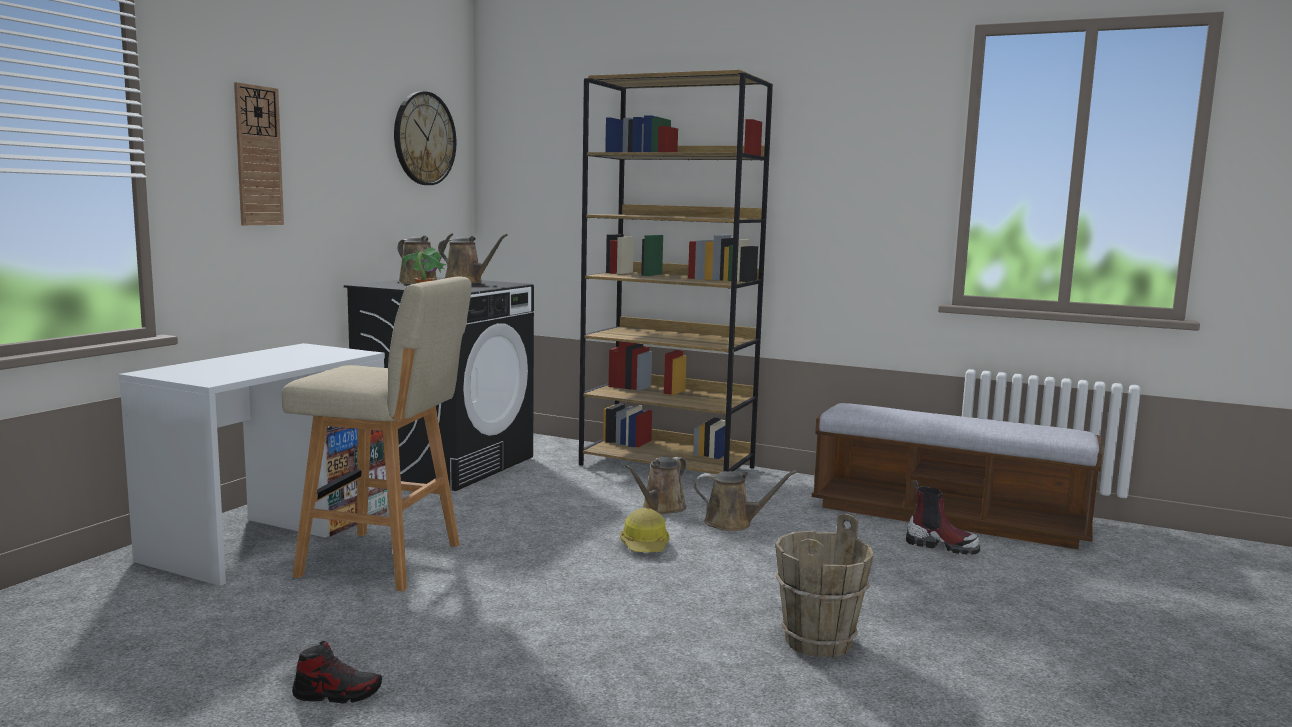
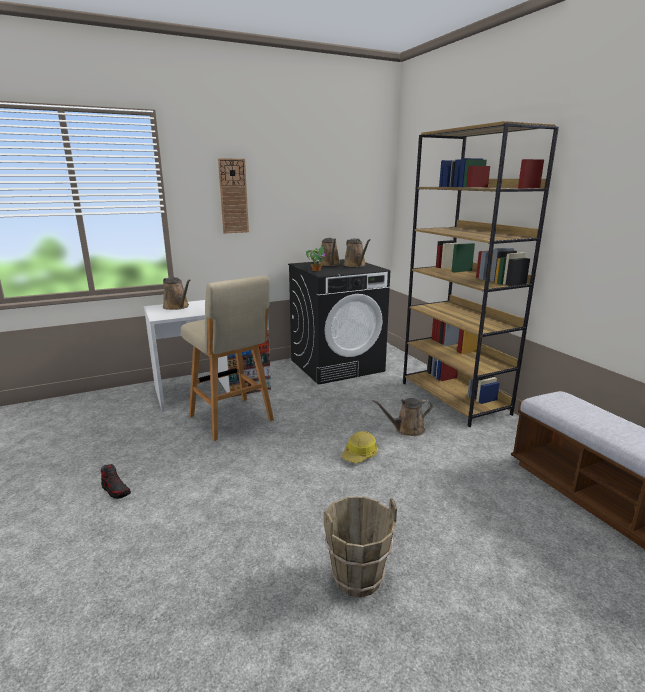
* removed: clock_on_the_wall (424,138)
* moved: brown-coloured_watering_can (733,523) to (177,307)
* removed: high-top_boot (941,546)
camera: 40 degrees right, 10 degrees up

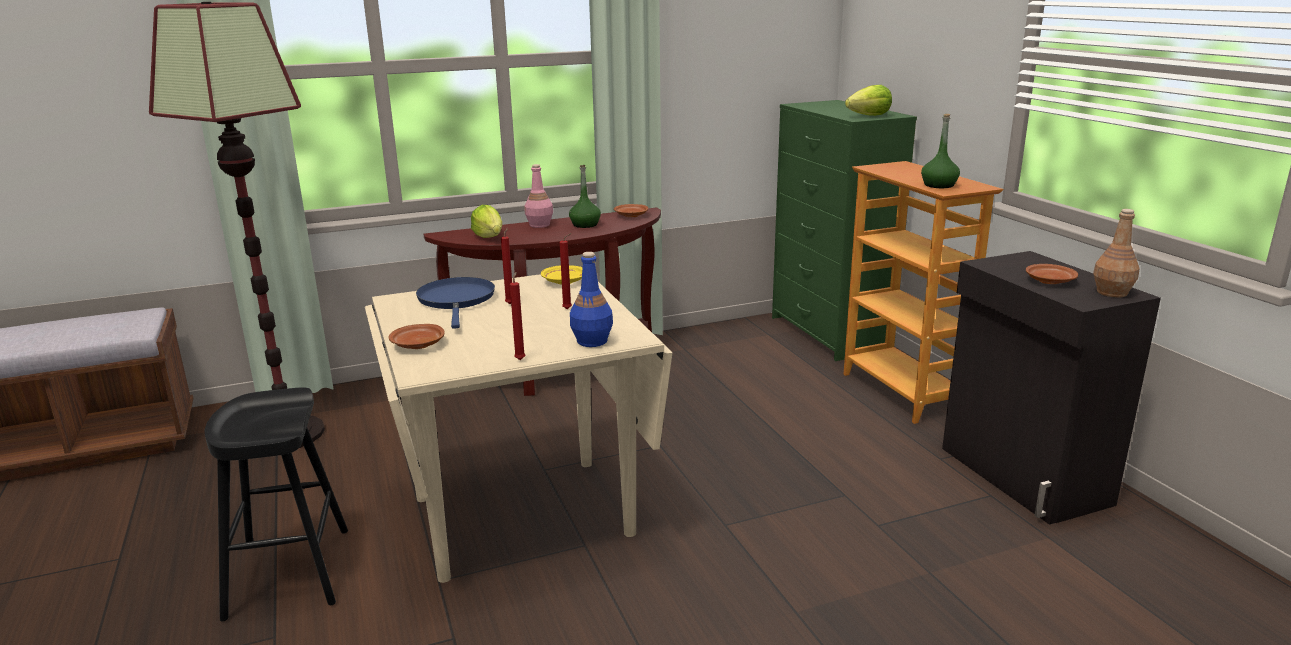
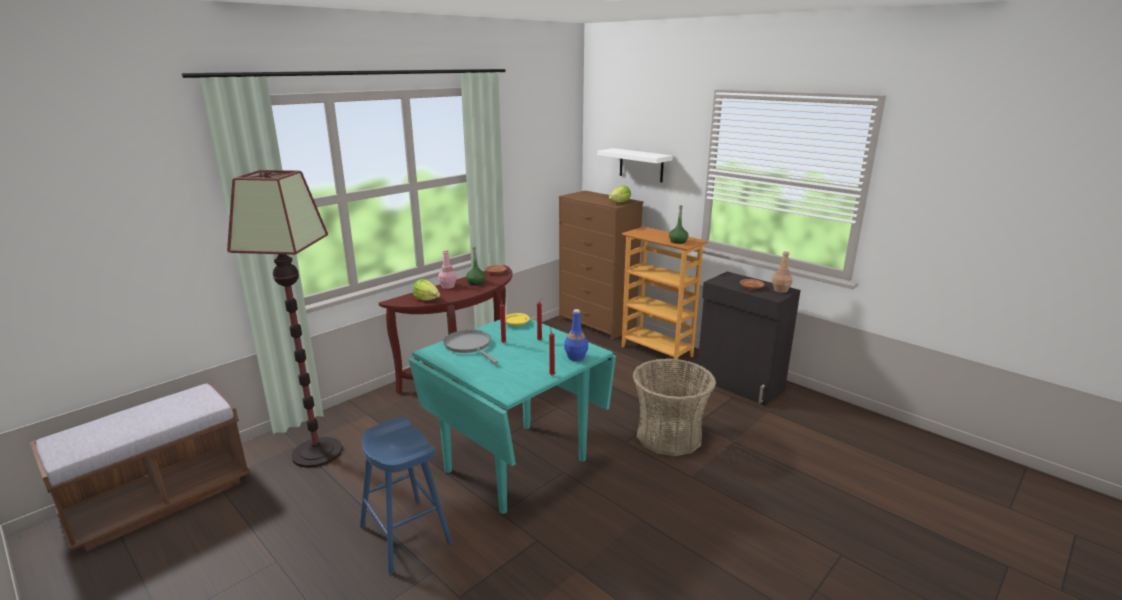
* recoloured: black_stool_seat (288,573) to blue_stool_seat (405,535)
* recoloured: beige-coloured_kitchen_table (522,514) to turquoise-coloured_kitchen_table (515,464)
* removed: brown-coloured_plate (417,345)
* recoloured: blue_skillet (456,300) to grey_skillet (469,346)
* recoloured: greenish_drawer_chest (830,333) to brown-coloured_drawer_chest (597,324)
* added: white-coloured_shelf (641,165)
* added: basket (669,436)
camera: 25 degrees left, 0 degrees up

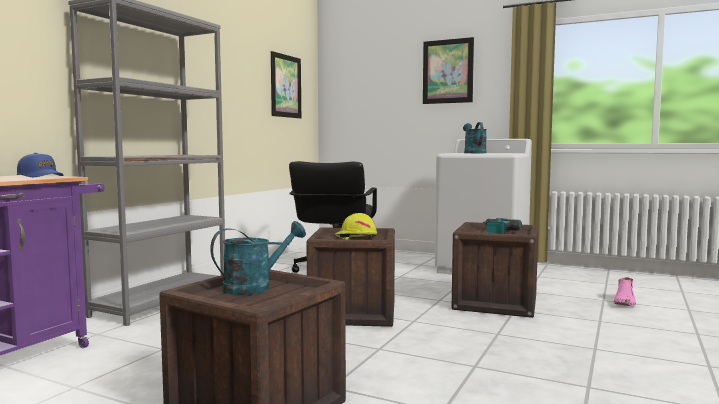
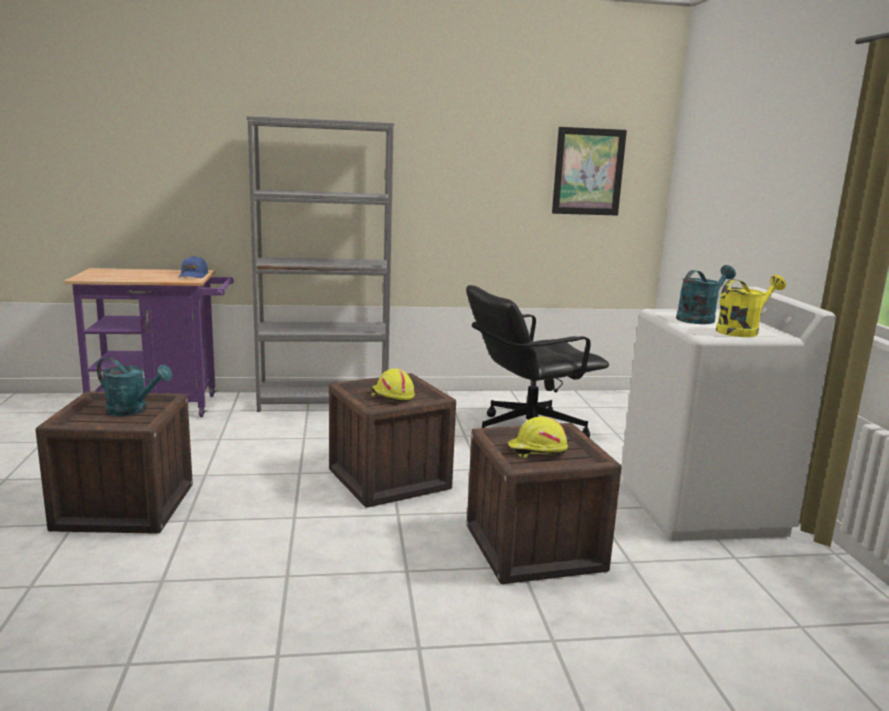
* removed: wall_picture (448,71)
* replaced: power_drill (497,232) to yellow-coloured_work_helmet (536,450)
* removed: pinkish_high-top_boot (625,302)
* added: yellow-coloured_watering_can (742,331)
camera: 55 degrees right, 10 degrees up

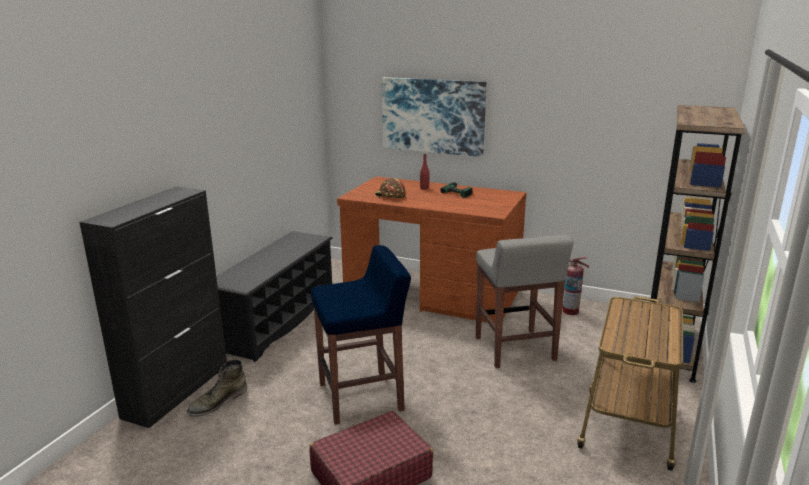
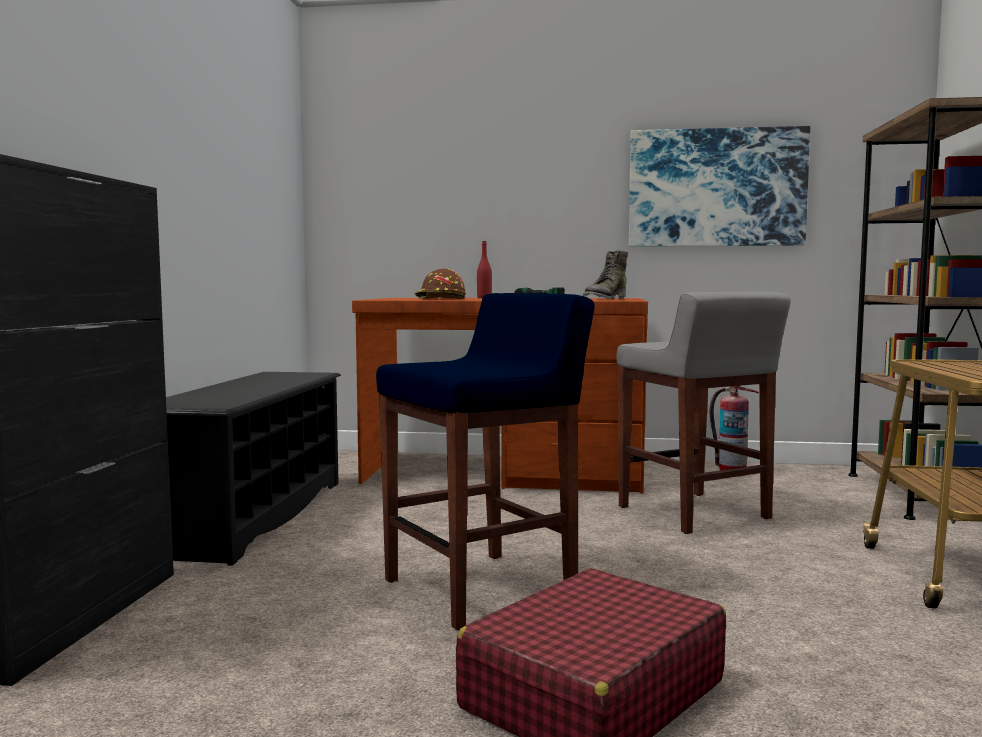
* moved: greenish_high-top_boot (217,402) to (604,299)
* moved: wall_picture (433,116) to (716,188)
camera: 15 degrees left, 15 degrees down

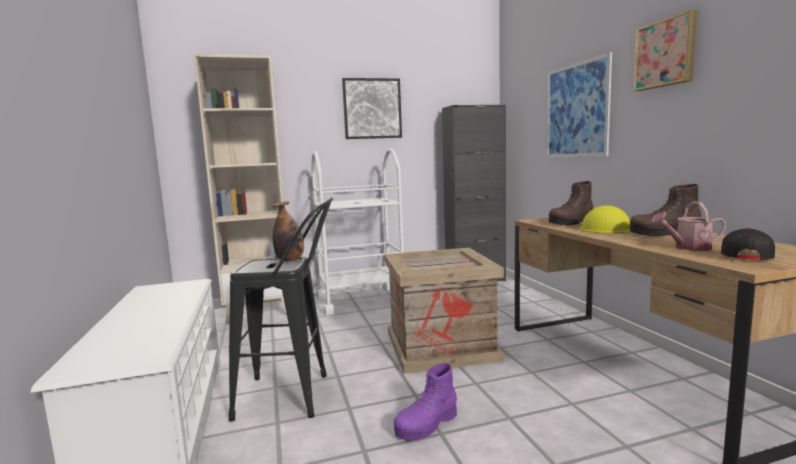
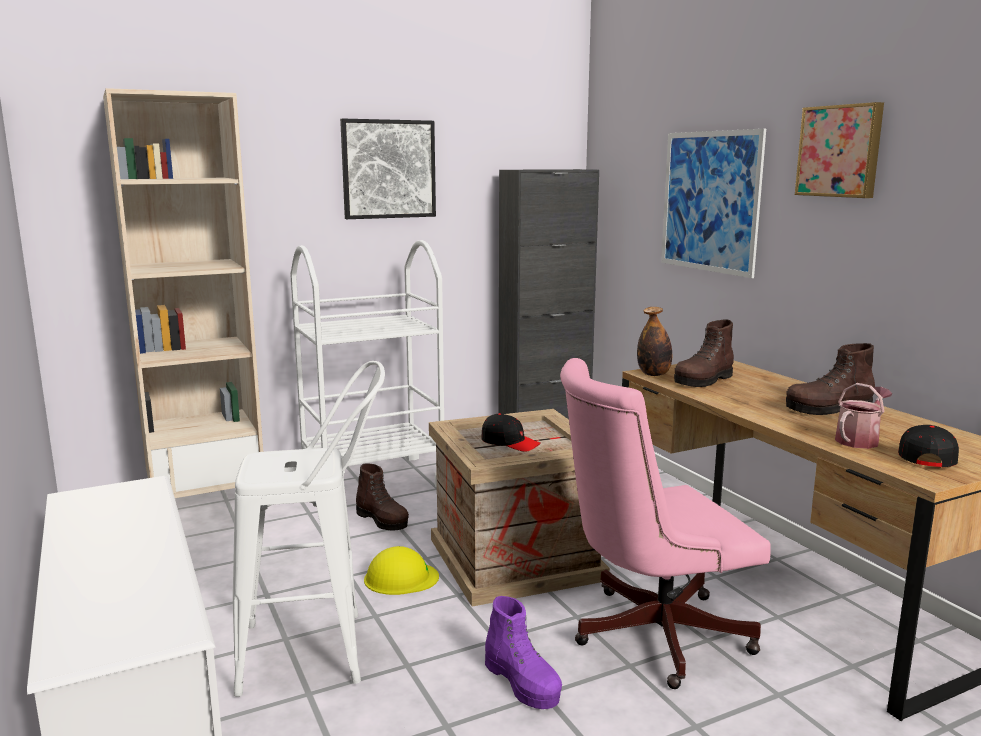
* recoloured: black_stool_seat (294,396) to white-coloured_stool_seat (319,651)
* moved: bottle (290,260) to (654,374)
* turned: purplish_high-top_boot (426,425) = (522,683) 75 degrees counterclockwise
* moved: yellow-coloured_work_helmet (608,229) to (400,578)
* turned: watering_can (688,247) = (859,440) 150 degrees clockwise
* added: brown-coloured_high-top_boot (382,520)
* added: black_peaked_cap (510,442)
* added: pinkish_computer_chair (649,634)
camera: 10 degrees left, 5 degrees up

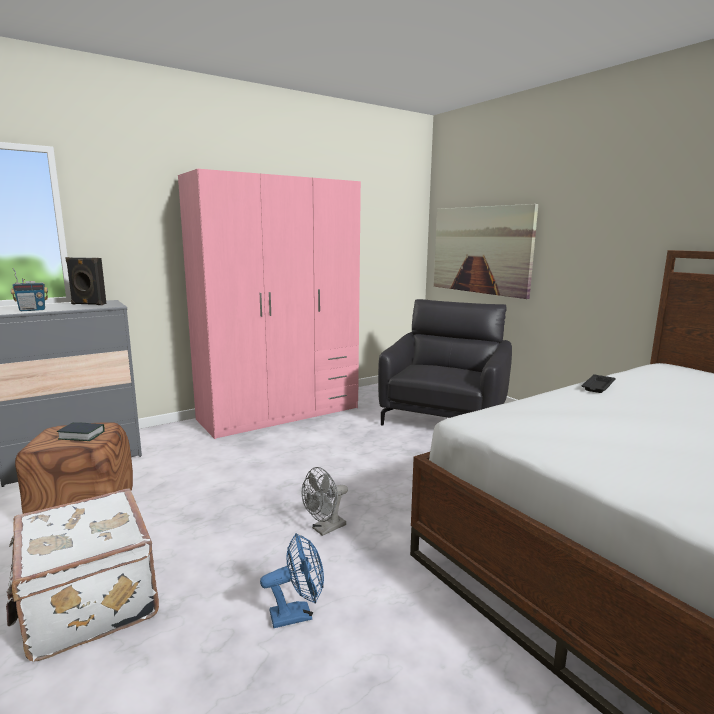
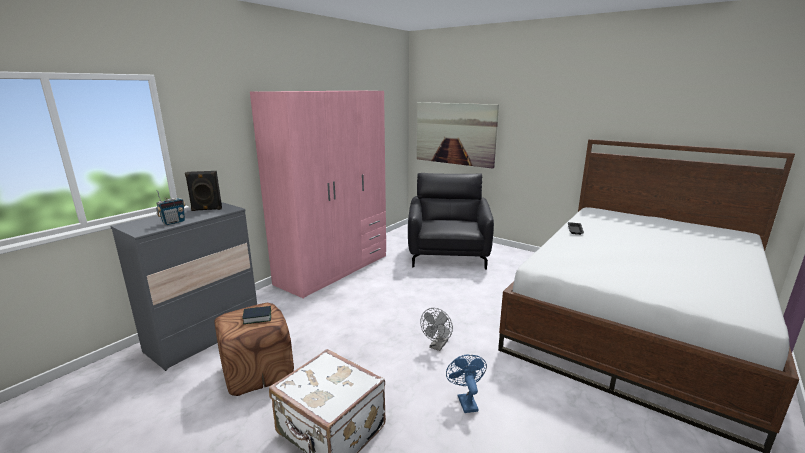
* turned: blue_cooling_fan (297,614) = (465,400) 60 degrees counterclockwise
camera: 20 degrees left, 5 degrees up

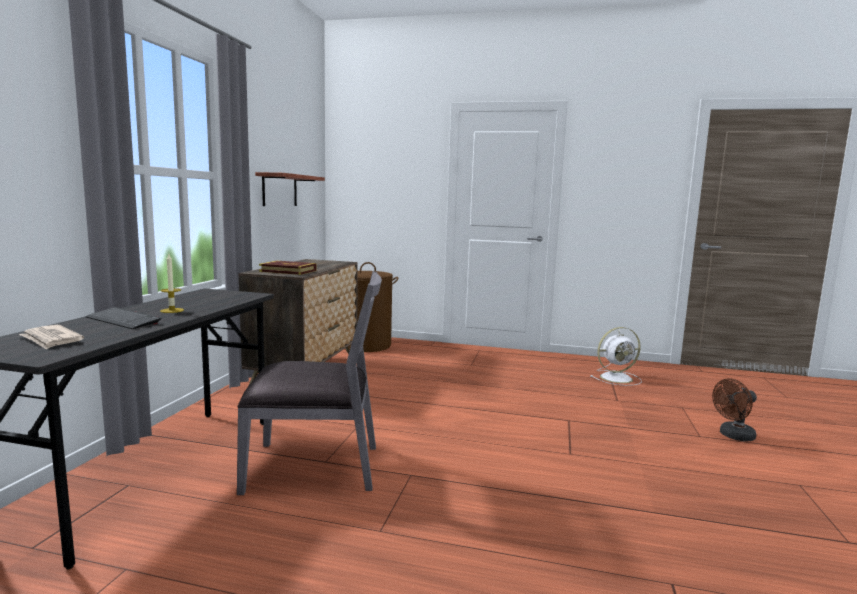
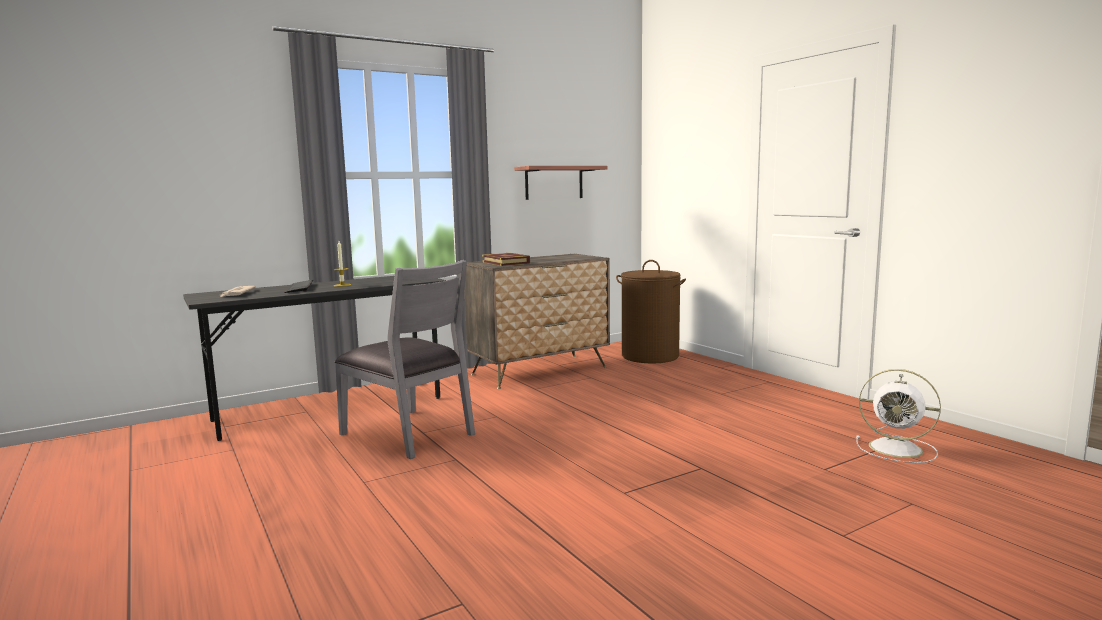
* removed: brown-coloured_cooling_fan (733,436)
camera: 45 degrees right, 0 degrees up

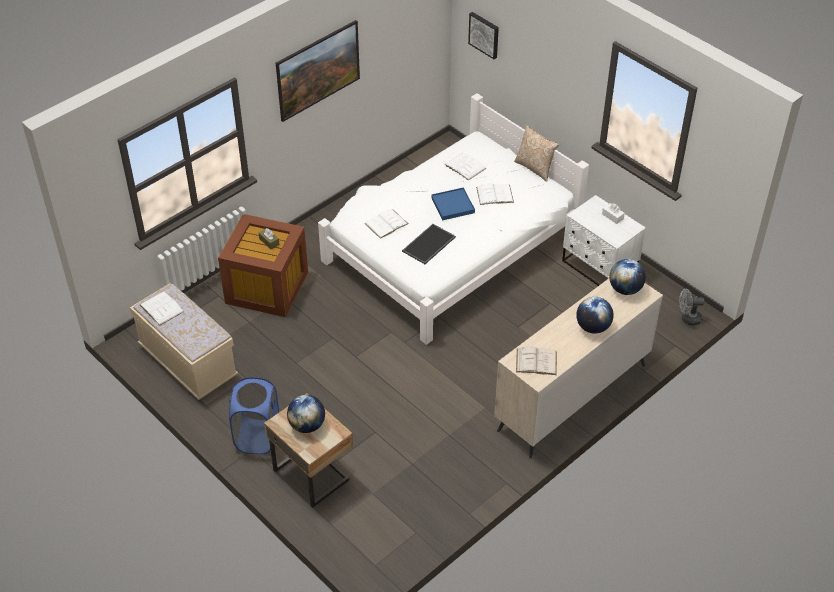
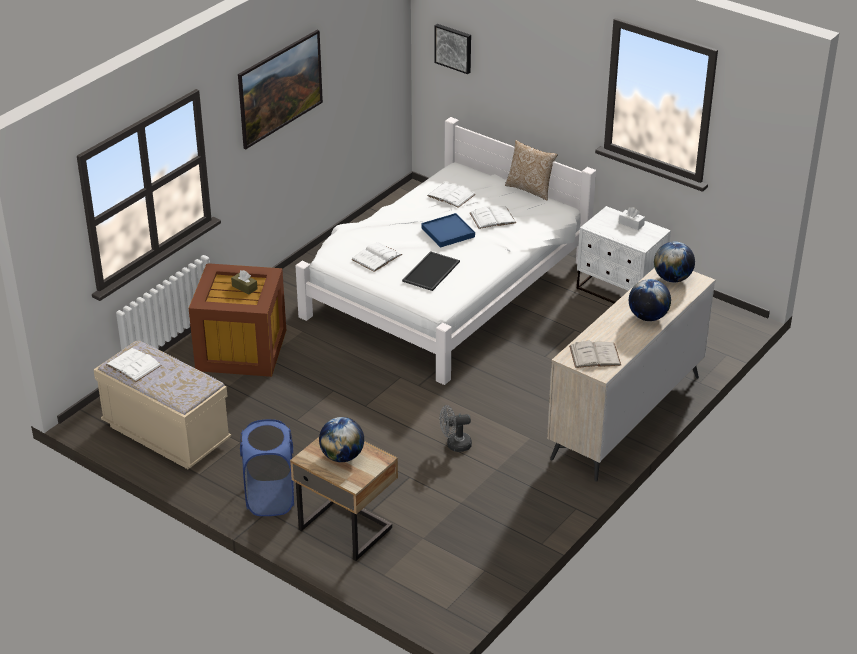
* moved: grey_cooling_fan (688,318) to (454,445)
camera: 10 degrees left, 10 degrees down

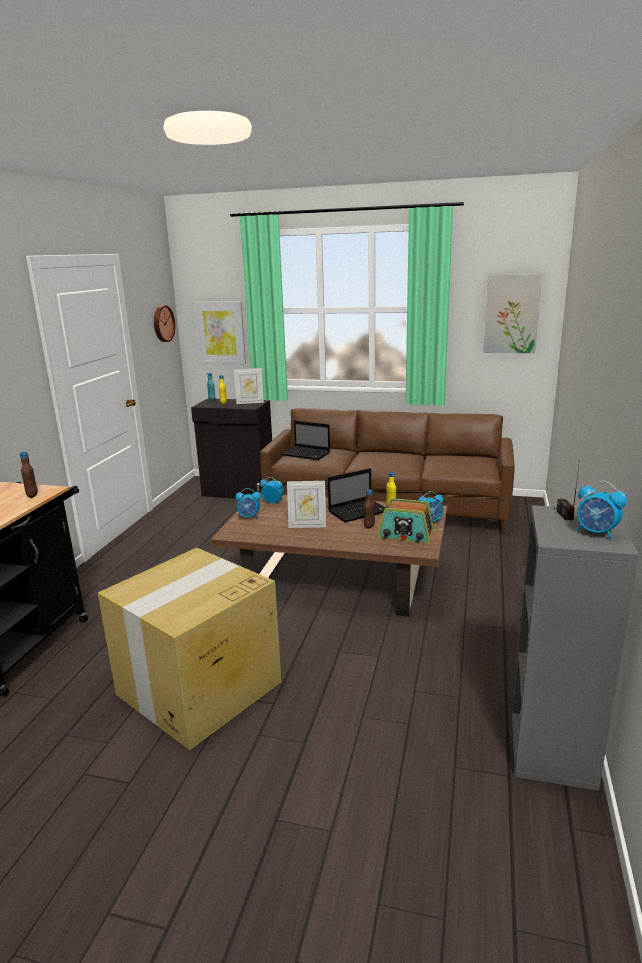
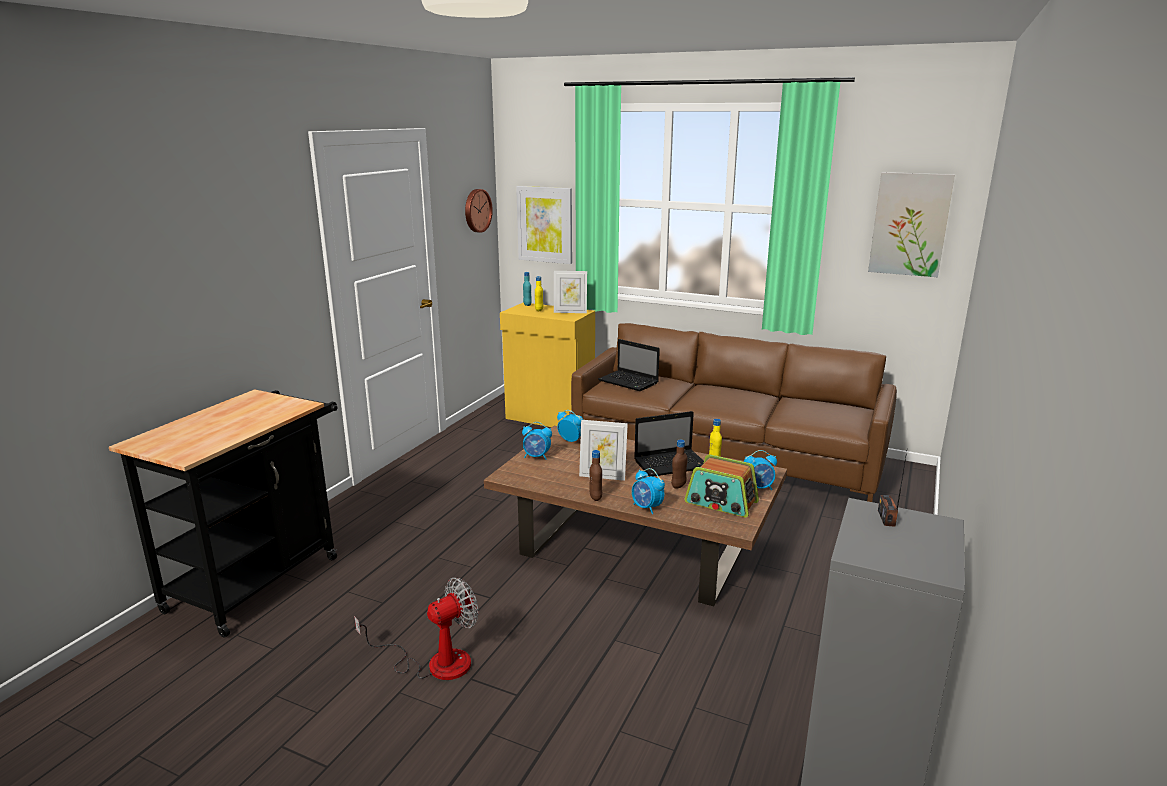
* moved: brown-coloured_bottle (32,495) to (595,497)
* replaced: packing_box (197,689) to cooling_fan (435,662)
* recoloured: black_cabinet (238,492) to yellow-coloured_cabinet (550,418)
* moved: alarm_clock (596,533) to (647,508)
camera: 10 degrees right, 0 degrees up

